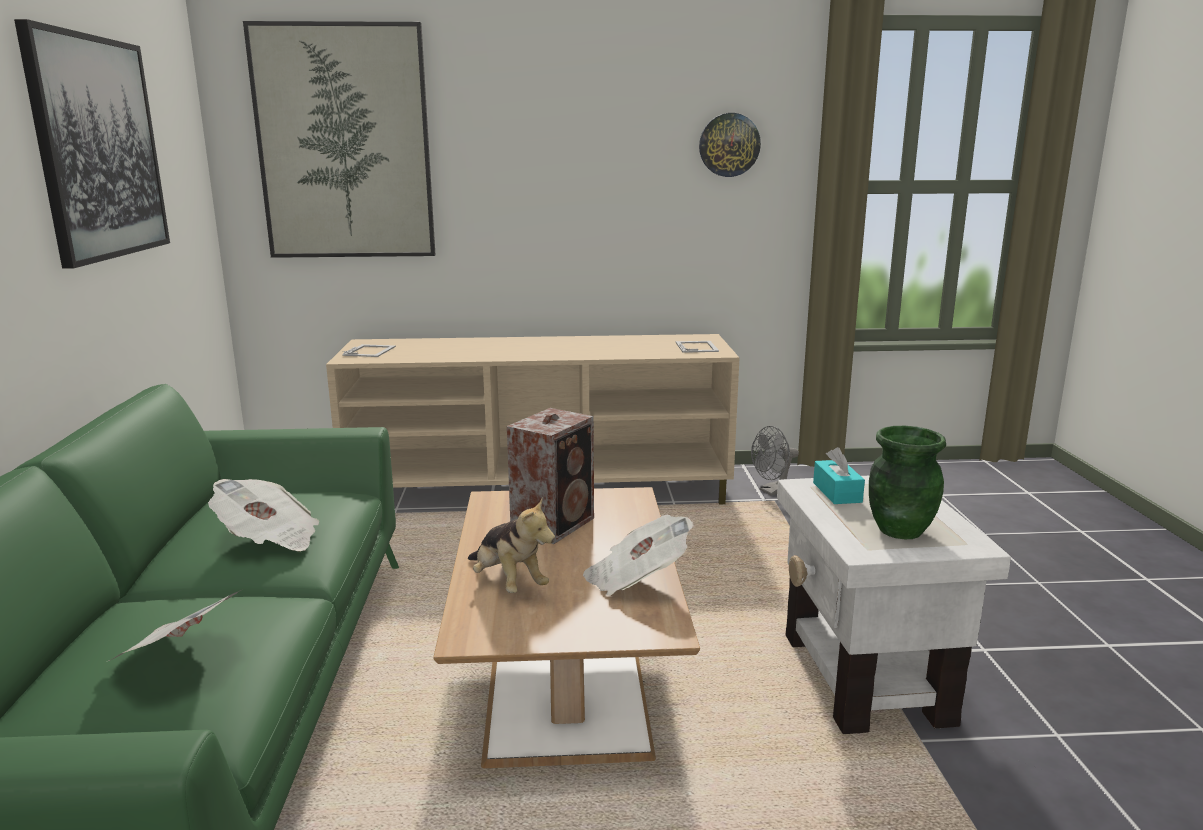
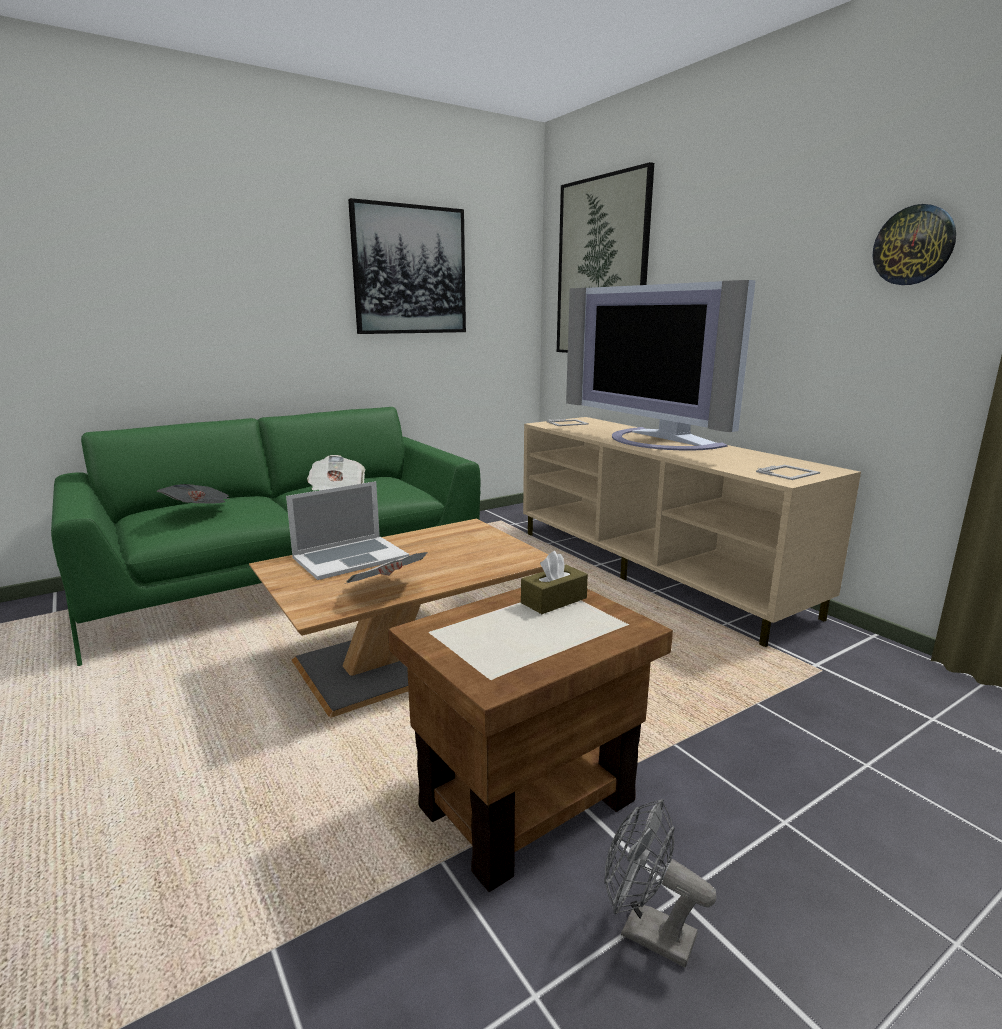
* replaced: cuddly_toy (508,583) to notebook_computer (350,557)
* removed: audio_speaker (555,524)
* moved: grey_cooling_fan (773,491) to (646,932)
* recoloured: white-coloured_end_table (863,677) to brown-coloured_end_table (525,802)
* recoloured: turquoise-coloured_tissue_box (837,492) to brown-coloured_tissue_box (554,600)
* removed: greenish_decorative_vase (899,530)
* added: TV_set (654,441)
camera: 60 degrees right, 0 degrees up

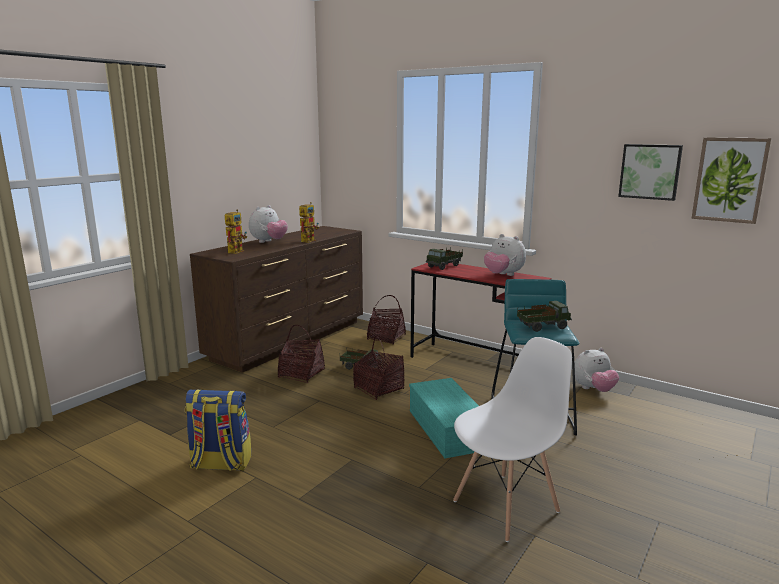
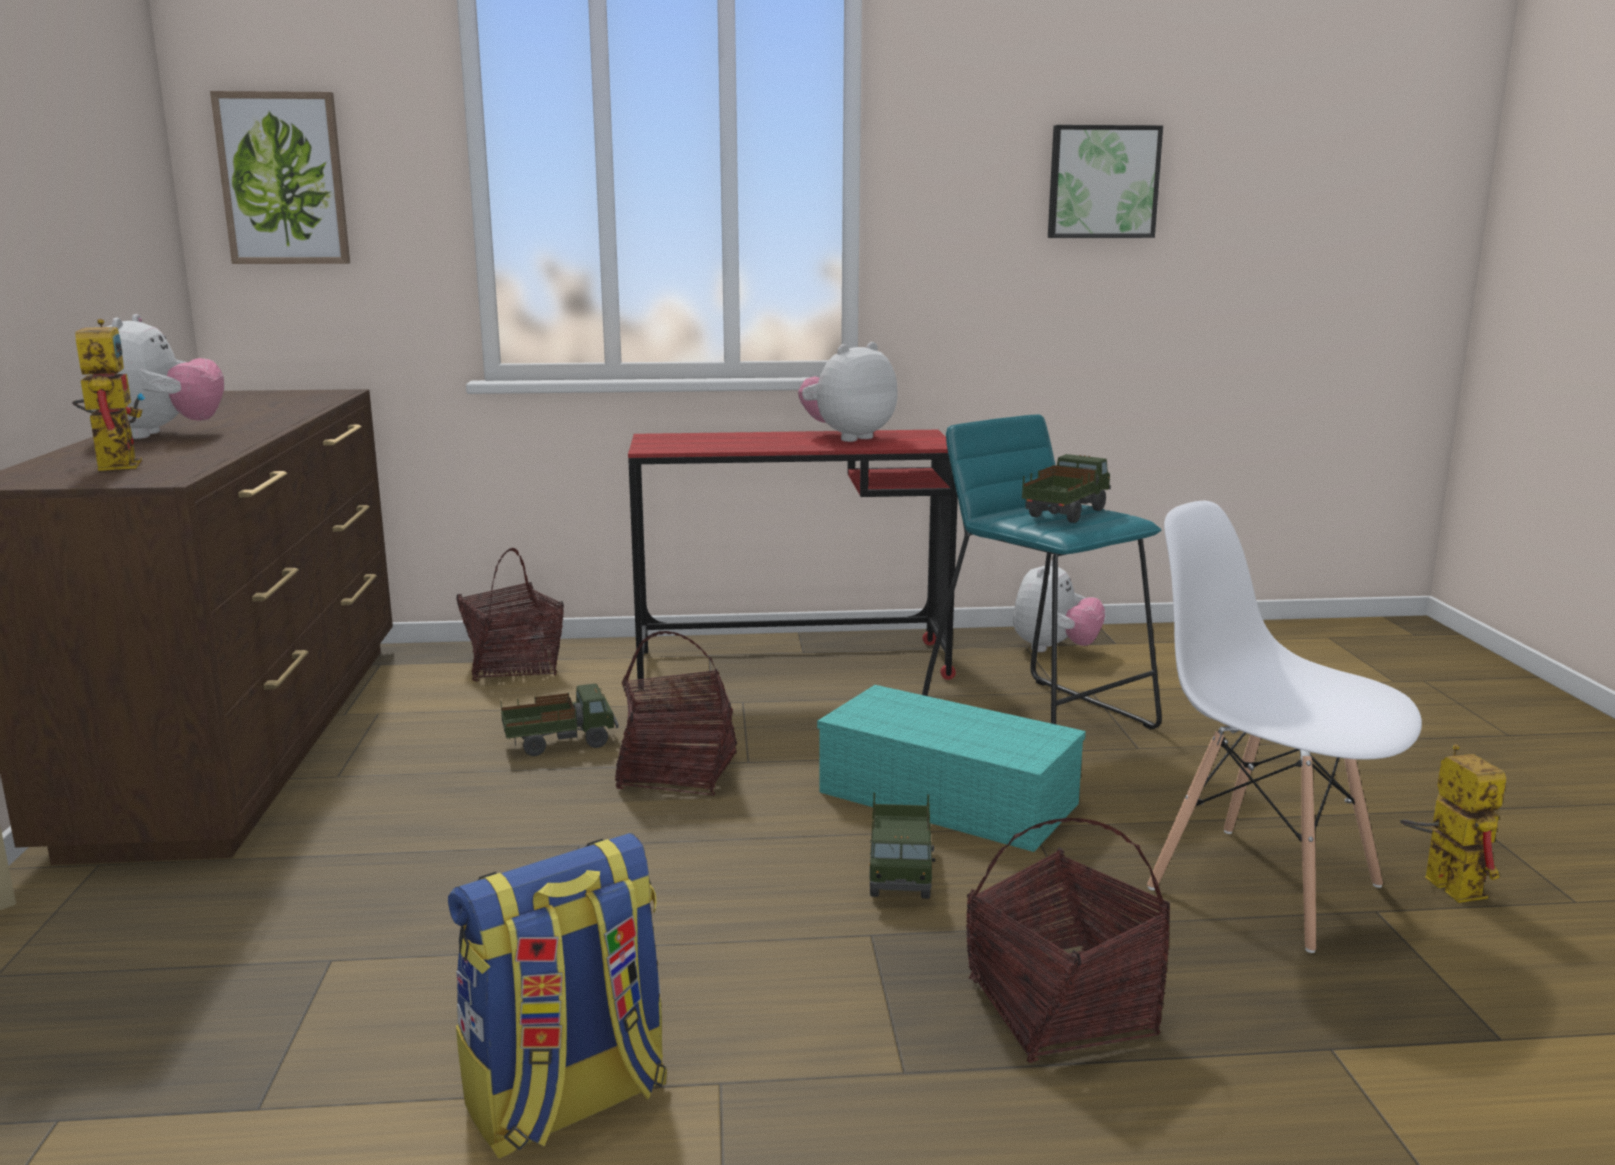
* moved: basket (301,374) to (1059,1008)
* moved: model_robot (309,240) to (1441,882)
* moved: toy_lorry (444,266) to (901,873)
* turned: white-coloured_upright_chair (506,506) = (1262,885) 60 degrees counterclockwise
* turned: cuddly_toy (503,275) = (847,437) 135 degrees clockwise
* moved: wall_picture (729,180) to (283,179)
camera: 40 degrees left, 0 degrees up

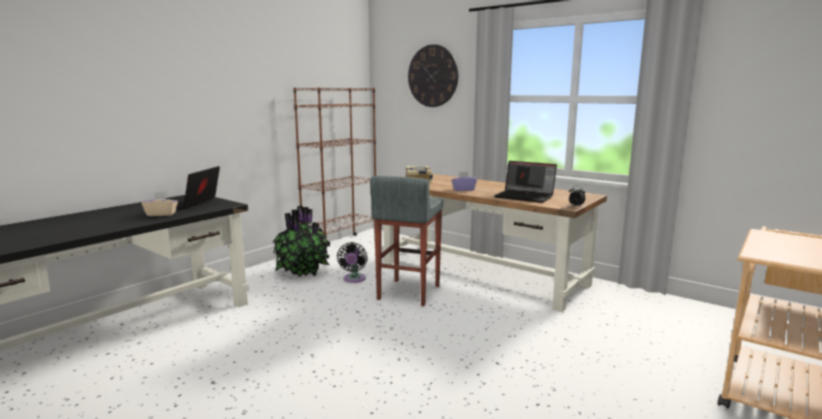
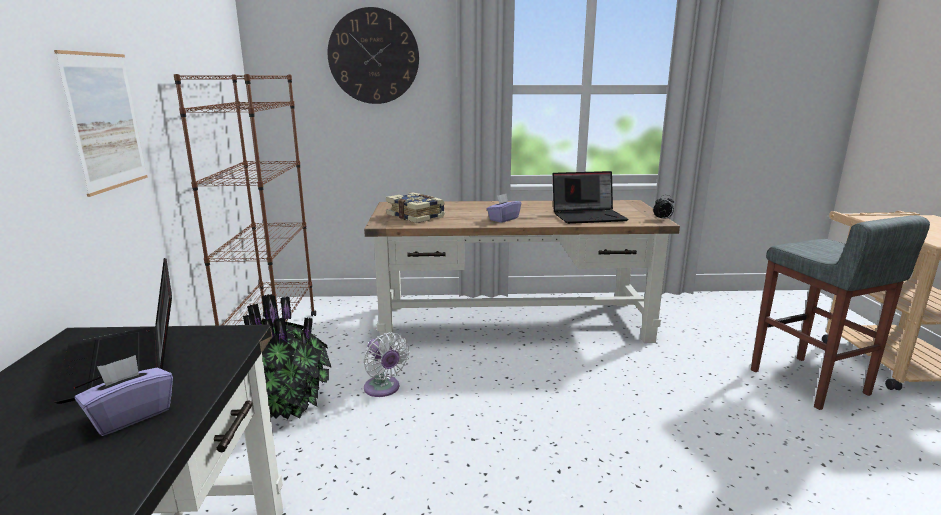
* recoloured: beige-coloured_tissue_box (161,214) to purplish_tissue_box (130,415)
* recoloured: black_cooling_fan (354,279) to white-coloured_cooling_fan (383,389)
* moved: grey_stool_seat (407,293) to (809,383)
* added: wall_picture (105,121)
camera: 40 degrees left, 5 degrees up

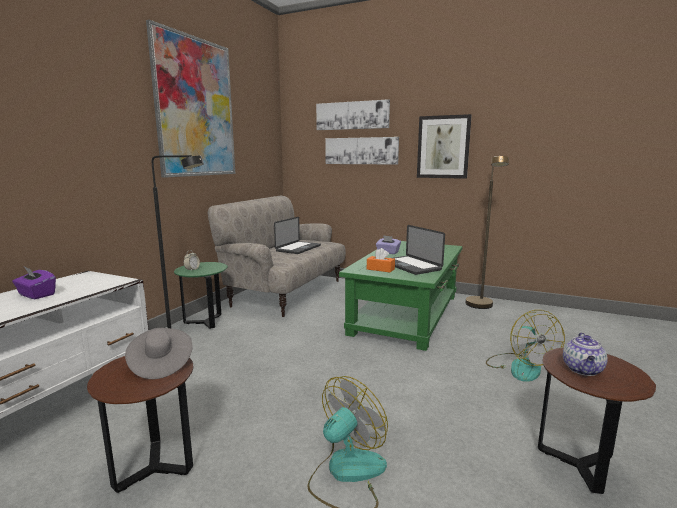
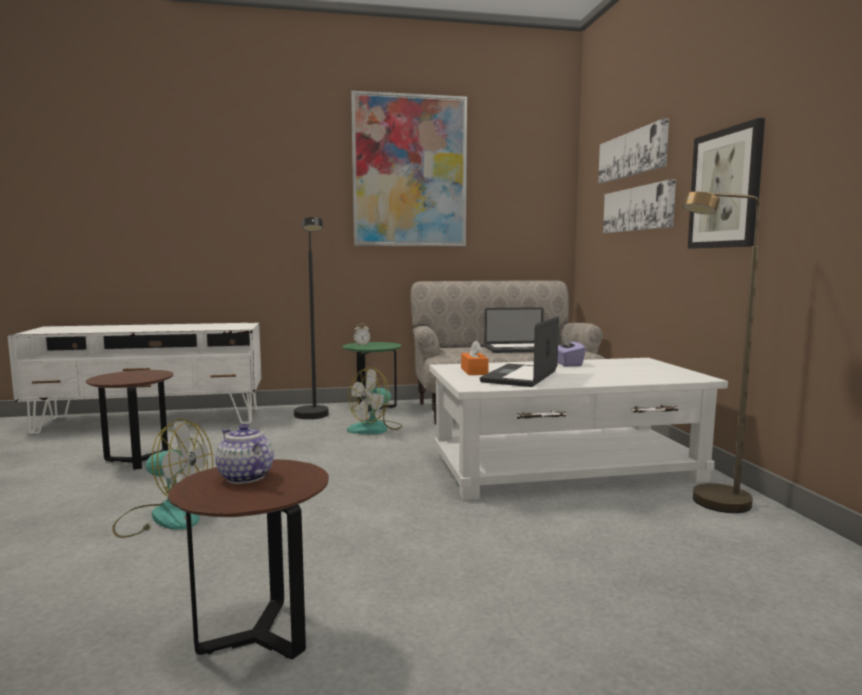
* removed: purplish_tissue_box (36,295)
* removed: grey_wearable_hat (160,365)
* recoloured: greenish_low_table (406,313) to white-coloured_low_table (566,468)
* moved: cooling_fan (519,366) to (375,428)
* turned: tea_pot (583,370) = (244,477) 60 degrees clockwise
camera: 55 degrees right, 5 degrees down

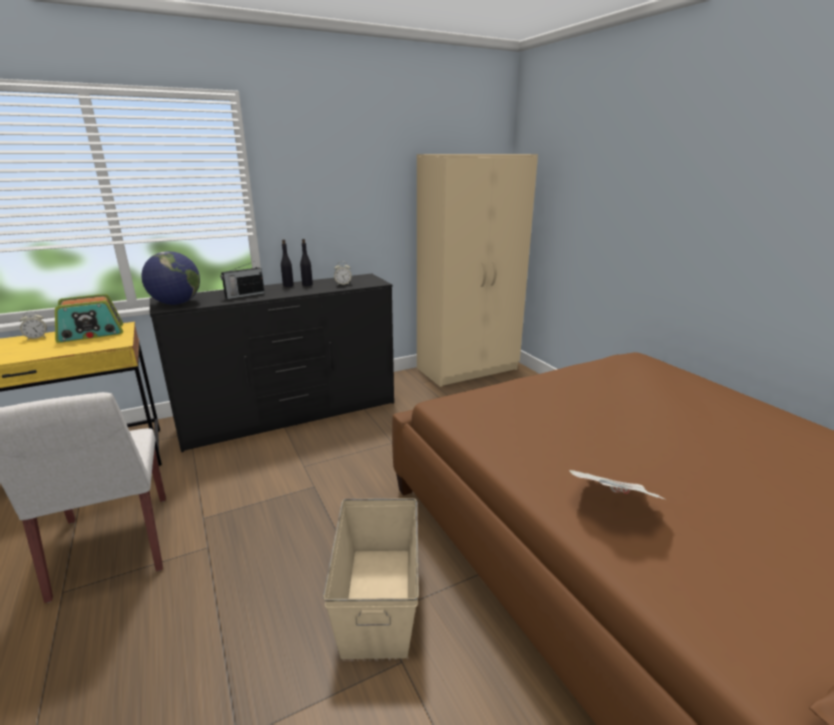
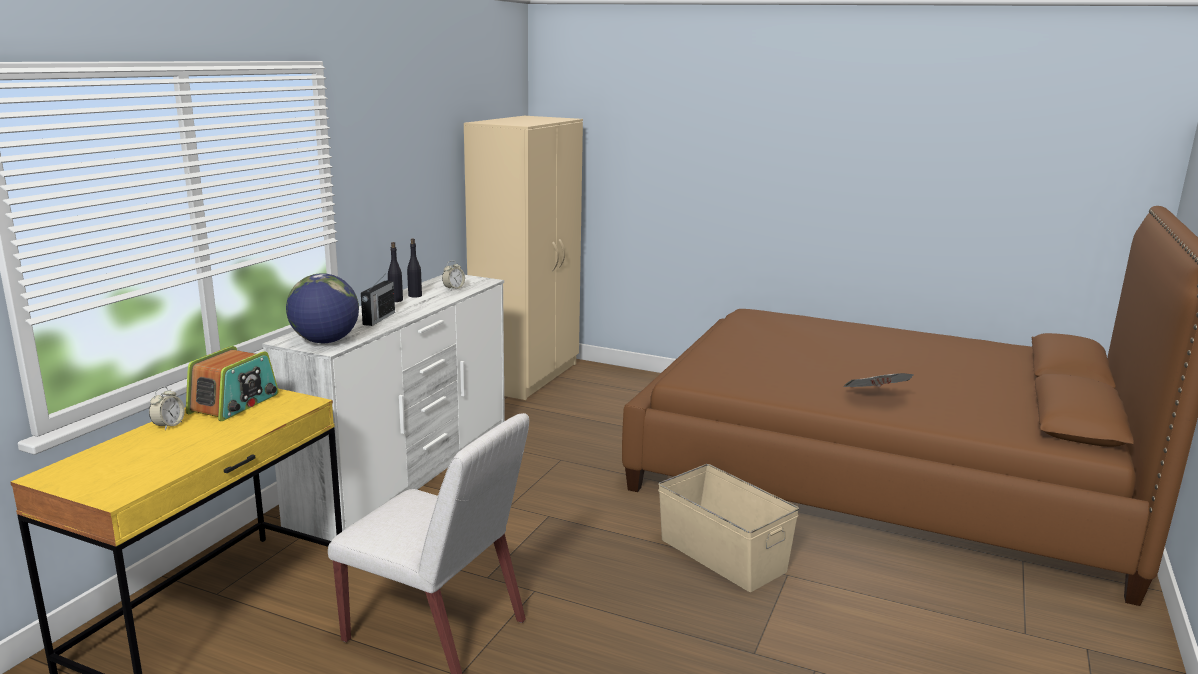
* recoloured: black_drawer_chest (291,415) to white-coloured_drawer_chest (408,472)
camera: 40 degrees left, 5 degrees down

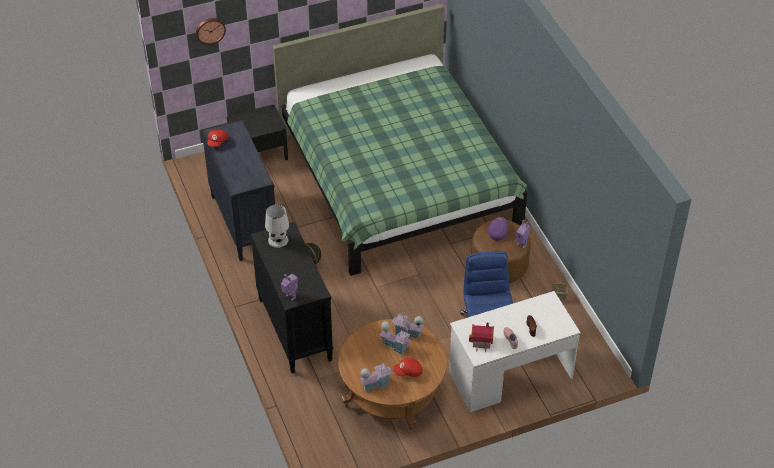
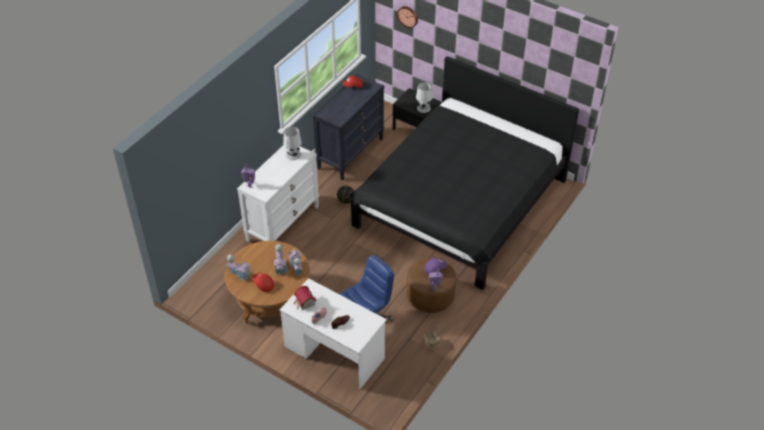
* recoloured: black_drawer_chest (294,329) to white-coloured_drawer_chest (283,223)
* recoloured: greenish_bedroom_bed (397,179) to black_bedroom_bed (459,203)
* added: white-coloured_table_lamp (423,108)
camera: 55 degrees right, 0 degrees up

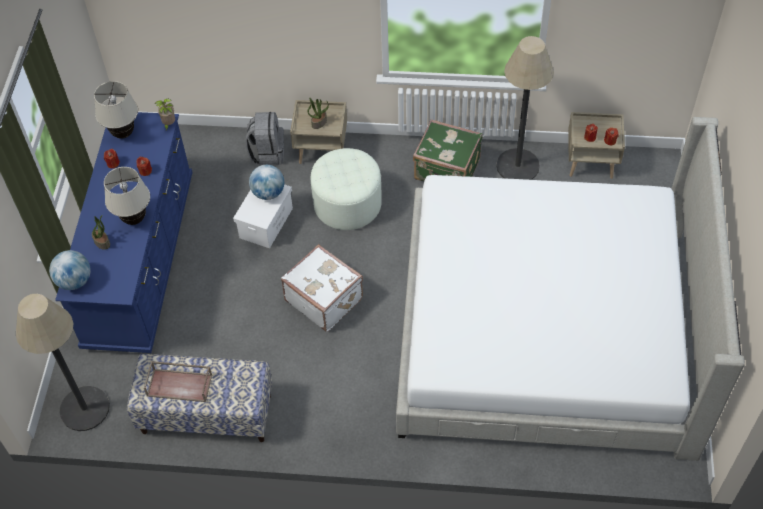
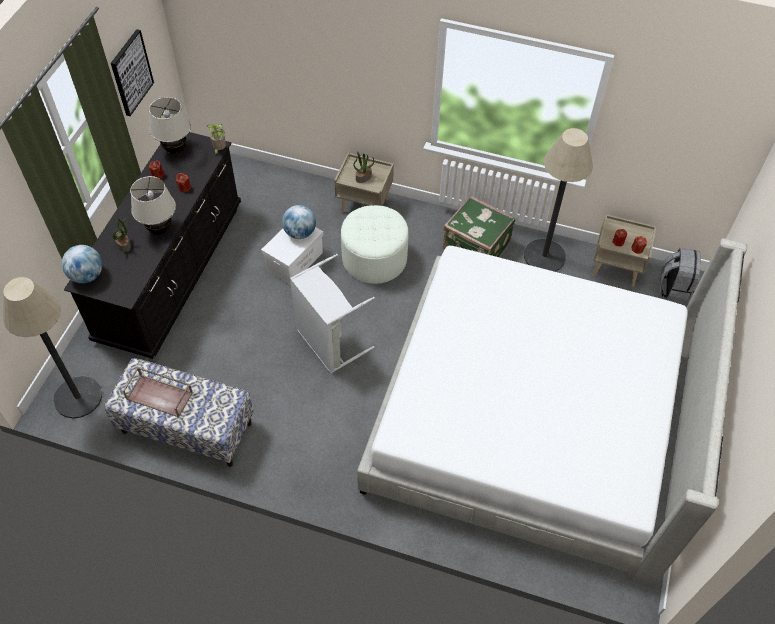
* recoloured: blue_drawer_chest (141,260) to black_drawer_chest (171,271)
* moved: grey_rucksack (267,153) to (674,288)
* replaced: white-coloured_suitcase (324,299) to grey_laundry_basket (328,343)
* added: wall_picture (131,72)
camera: 10 degrees right, 0 degrees up

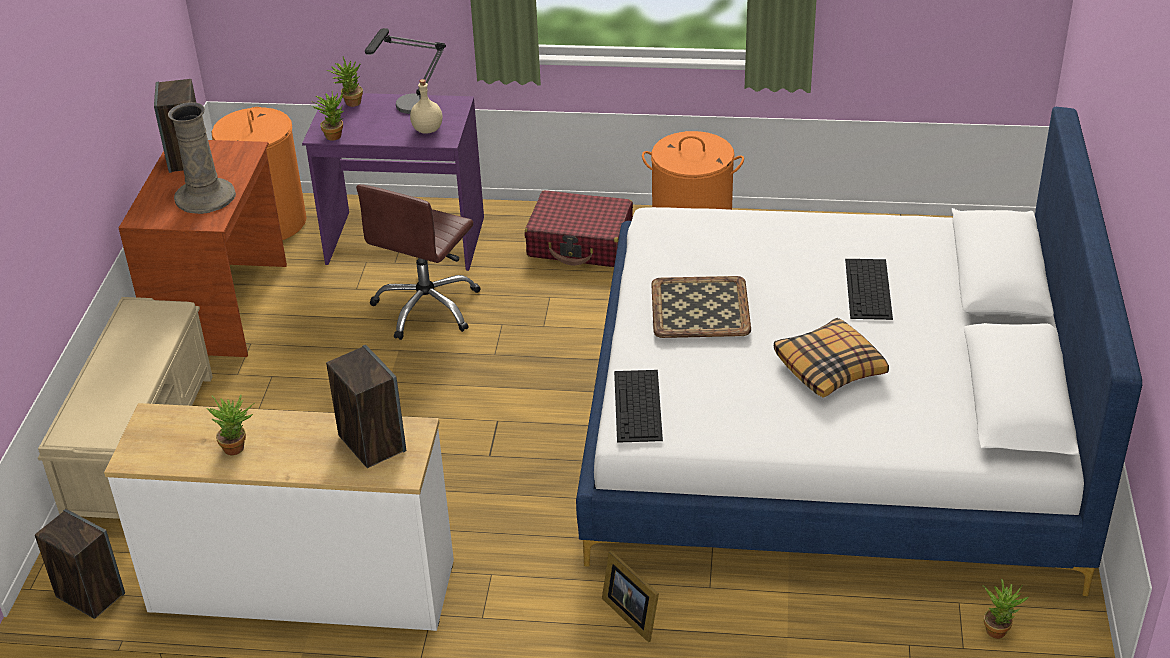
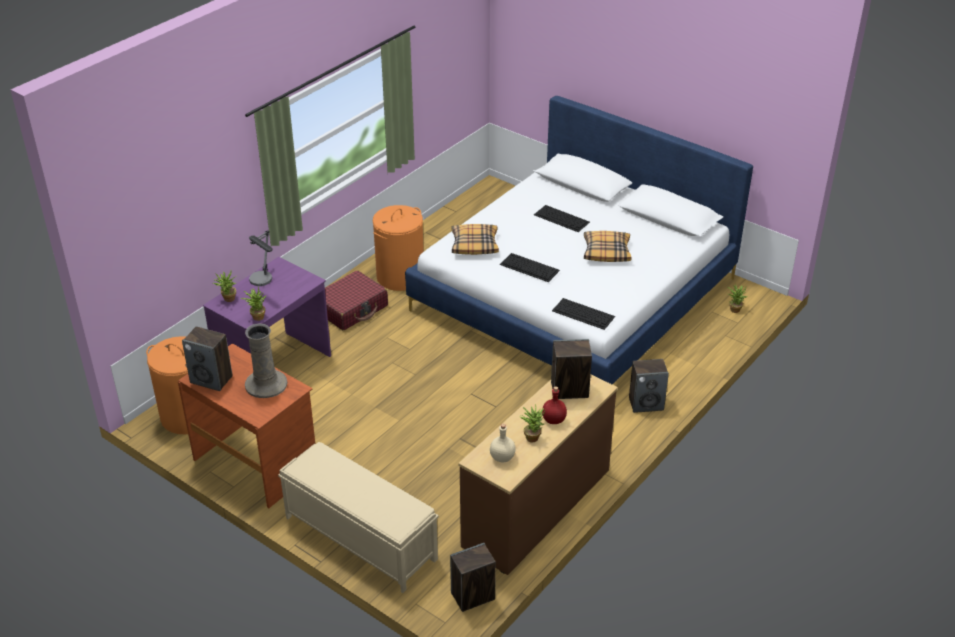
* recoloured: white-coloured_drawer_chest (302,587) to brown-coloured_drawer_chest (537,508)
* removed: brown-coloured_computer_chair (427,307)
* moved: beige-coloured_bottle (427,130) to (502,458)
* replaced: photo_frame (631,613) to audio_speaker (646,404)
* replaced: tray (699,307) to keyboard (529,267)
* added: throw_pillow (474,245)
* added: red-coloured_bottle (554,420)
camera: 60 degrees left, 0 degrees up

